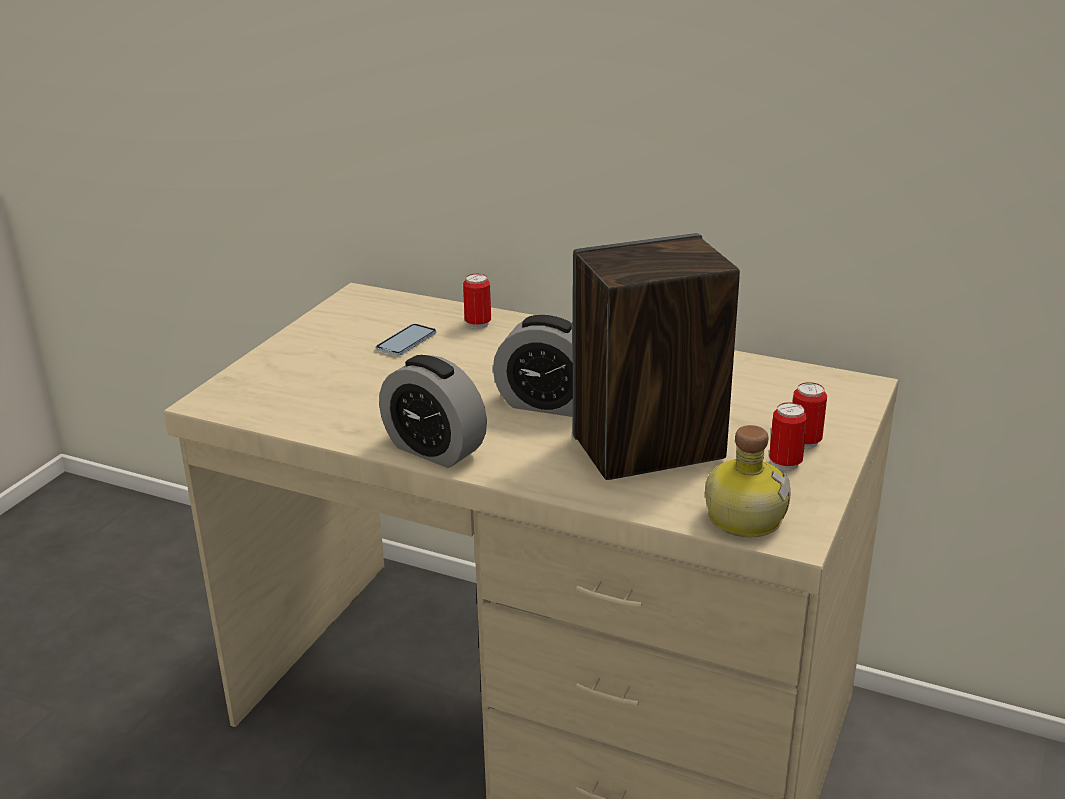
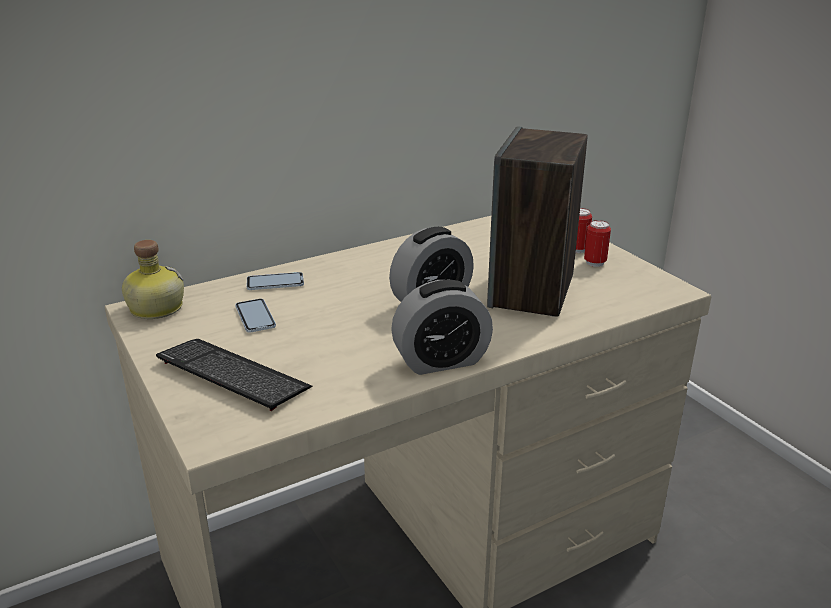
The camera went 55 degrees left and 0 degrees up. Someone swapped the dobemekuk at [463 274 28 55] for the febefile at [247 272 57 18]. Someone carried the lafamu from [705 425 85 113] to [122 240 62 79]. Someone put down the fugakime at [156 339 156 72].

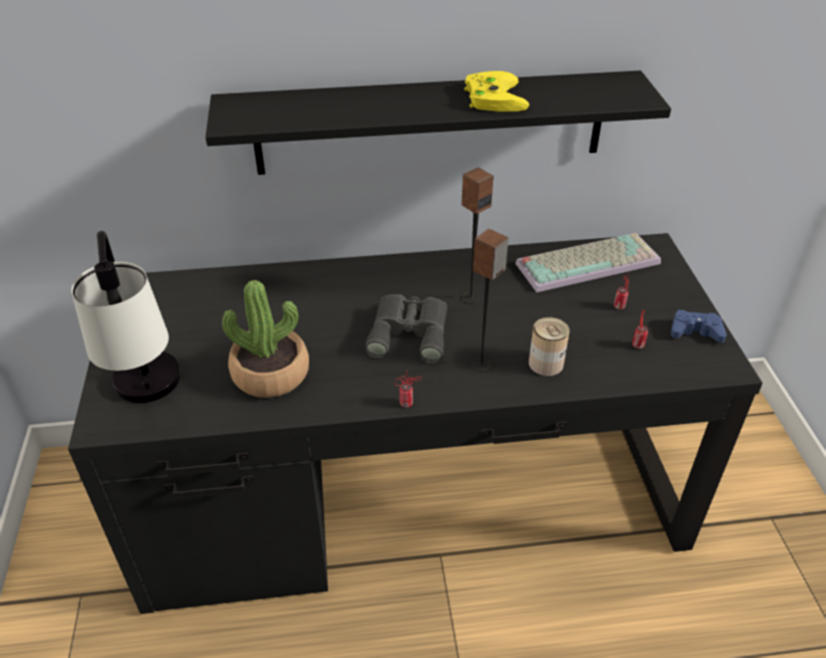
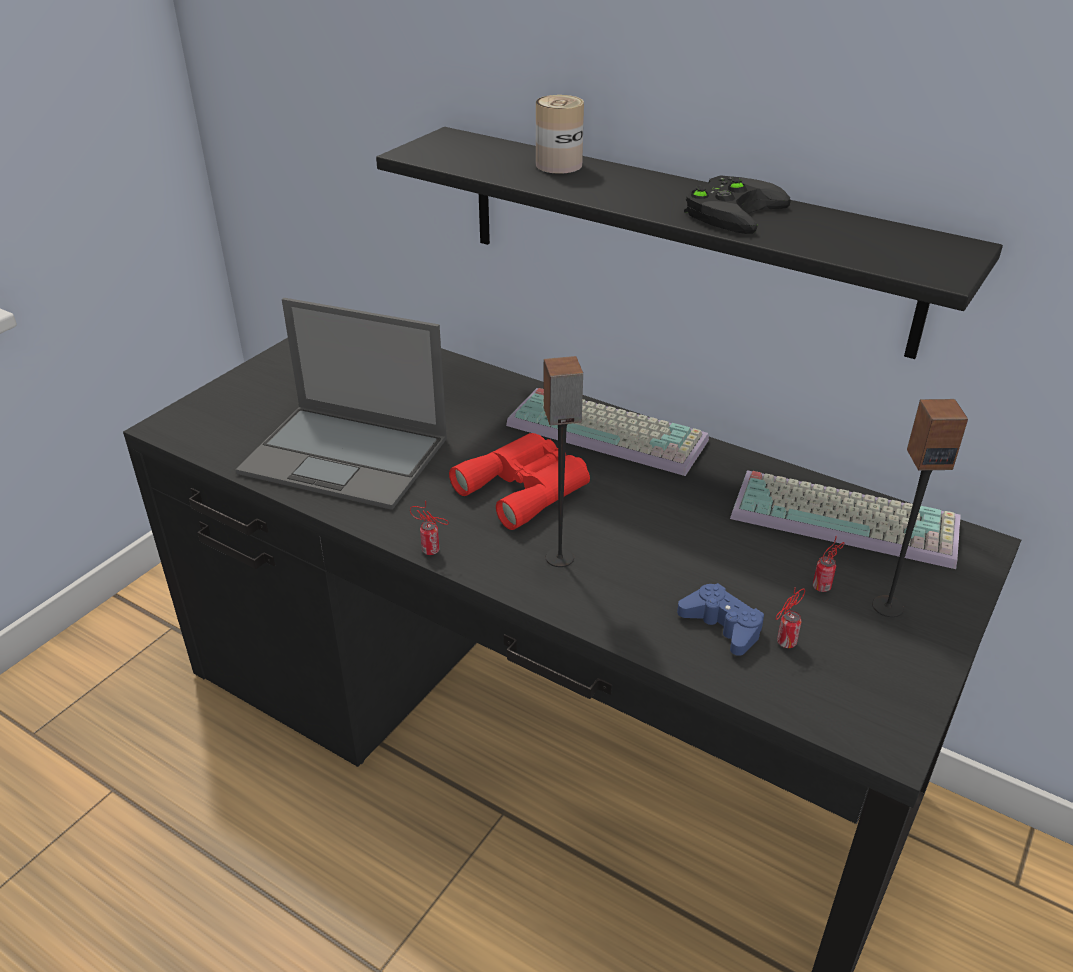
The camera went 40 degrees right and 5 degrees down. Someone repainted the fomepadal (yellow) at [464 71 65 41], which became the fomepadal (black) at [684 175 107 59]. Someone carried the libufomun from [461 167 33 137] to [872 399 96 218]. Someone took away the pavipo at [71 231 110 172]. Someone swapped the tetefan at [222 280 87 118] for the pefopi at [235 298 212 212]. Someone repainted the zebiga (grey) at [365 294 82 70], which became the zebiga (red) at [449 433 141 97]. Someone carried the fomepadal (blue) from [671 310 56 33] to [677 583 87 73]. Someone carried the dobemekuk from [529 317 41 59] to [536 95 48 79]. Someone put down the fugakime at [506 388 203 88].

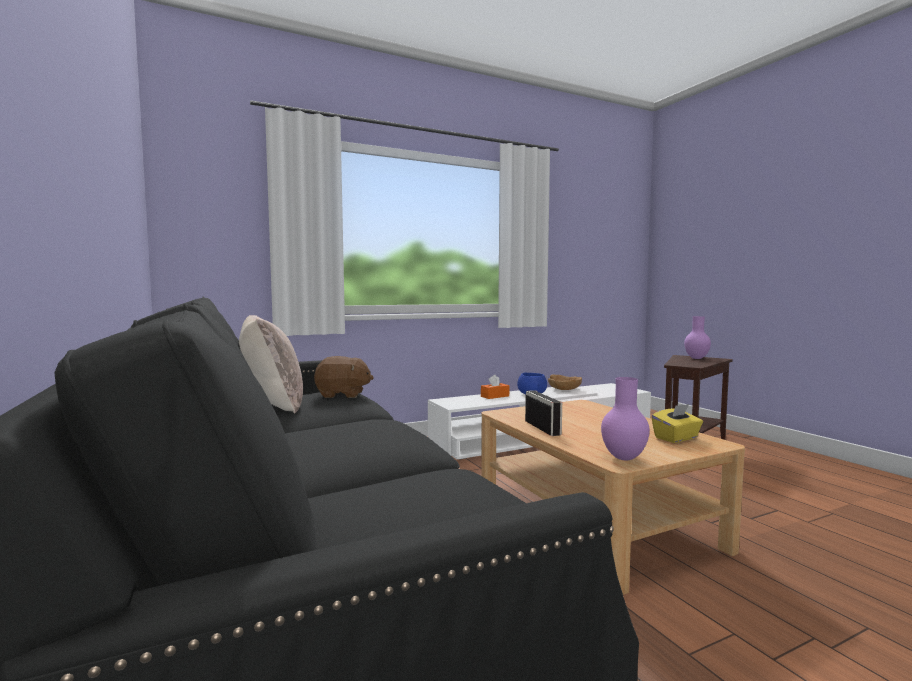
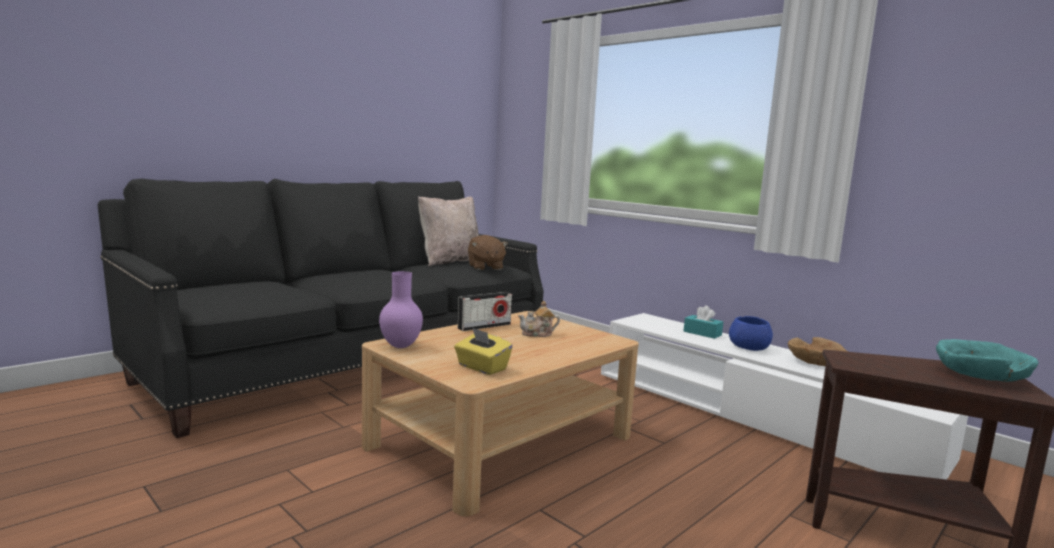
The camera went 70 degrees right and 5 degrees up. Someone swapped the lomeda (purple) at [684 316 27 43] for the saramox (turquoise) at [936 339 103 43]. Someone repainted the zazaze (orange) at [481 375 28 24], which became the zazaze (turquoise) at [684 306 39 33]. Someone put down the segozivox at [518 301 42 36].

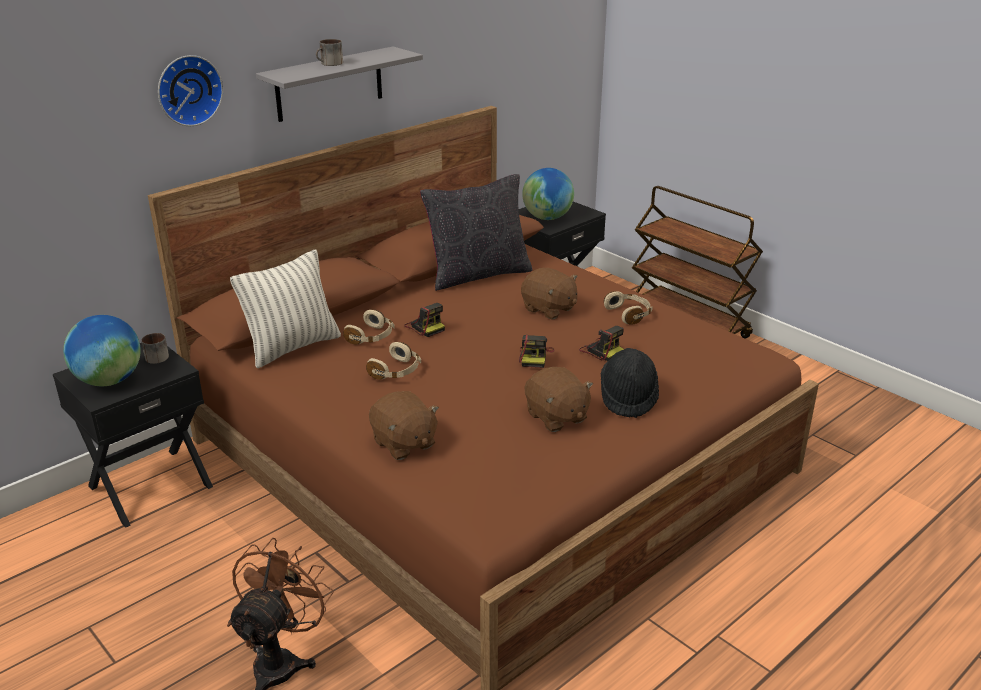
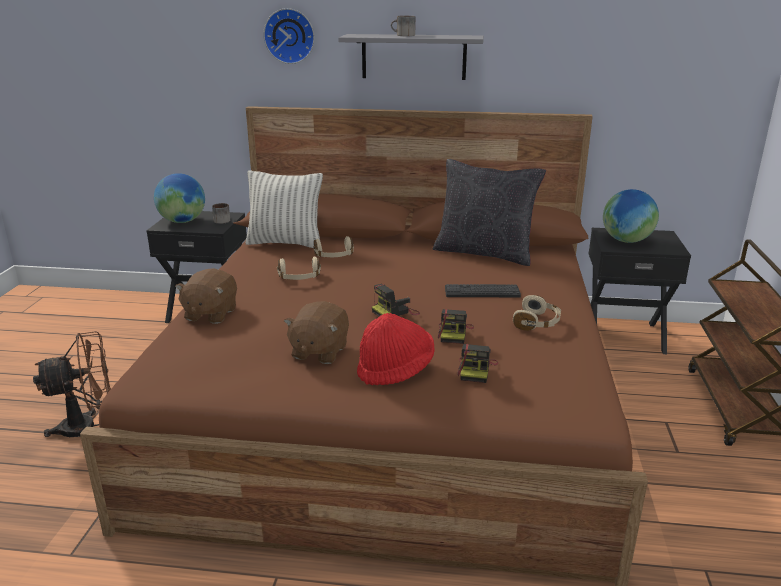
The camera went 50 degrees right and 5 degrees down. Someone swapped the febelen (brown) at [521 268 57 51] for the fugakime at [445 284 76 13]. Someone carried the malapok from [404 303 41 34] to [457 344 41 39]. Someone repainted the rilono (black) at [601 348 58 70], which became the rilono (red) at [357 313 77 72].

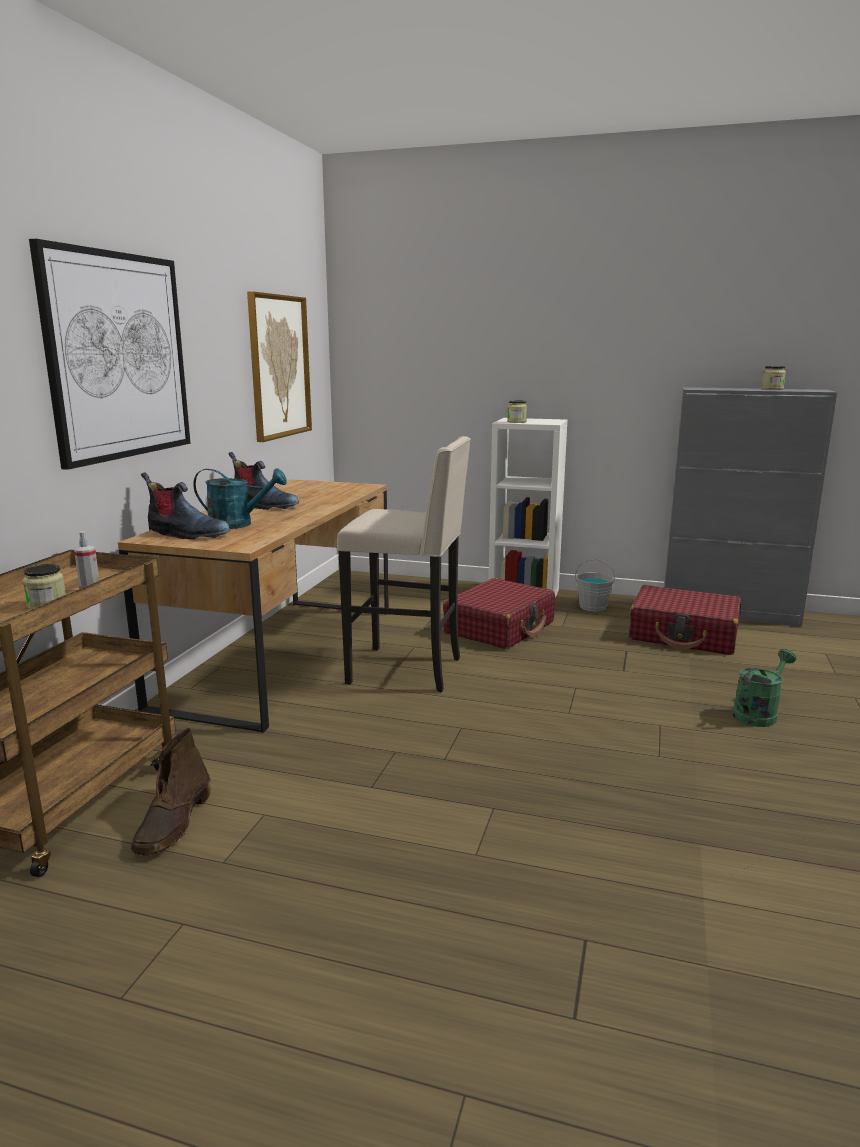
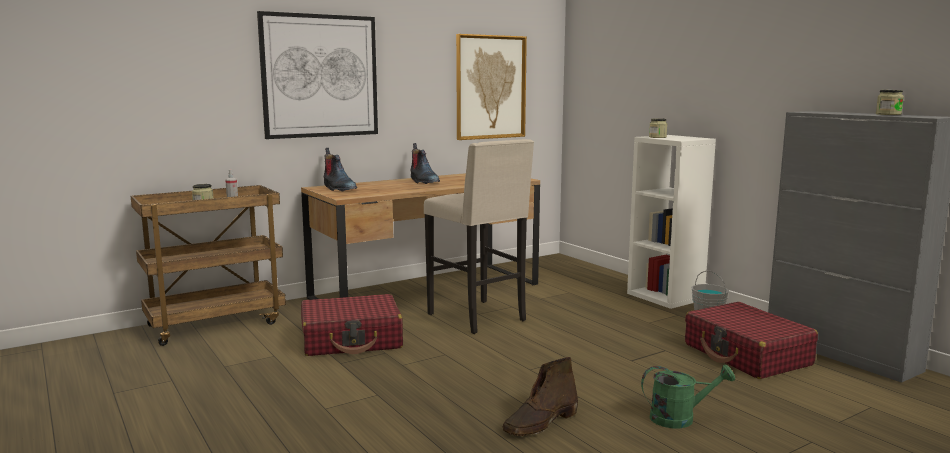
The camera went 40 degrees right and 5 degrees down. Someone took away the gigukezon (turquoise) at [193 468 94 61]. Someone carried the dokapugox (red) from [443 578 112 71] to [301 294 102 62]. Someone carried the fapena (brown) from [131 728 79 127] to [502 357 76 79].

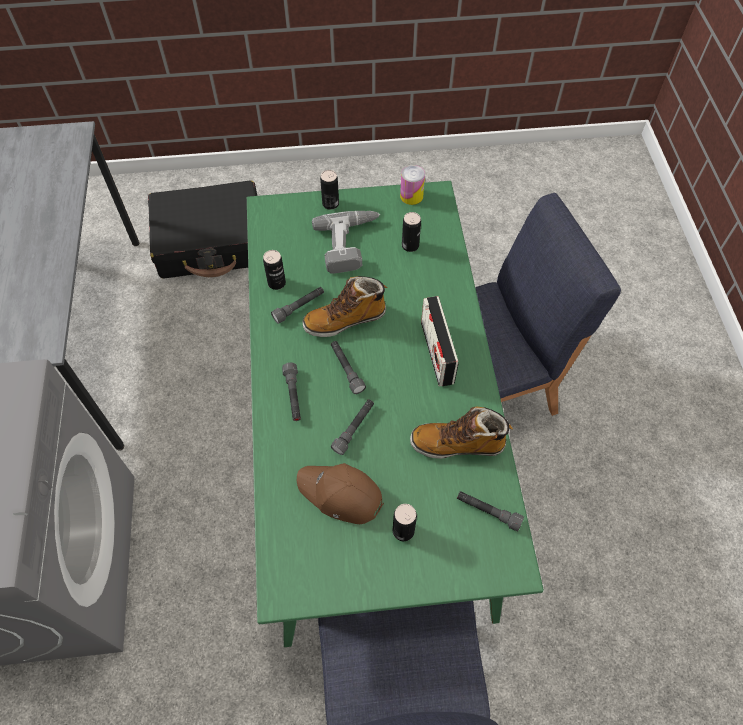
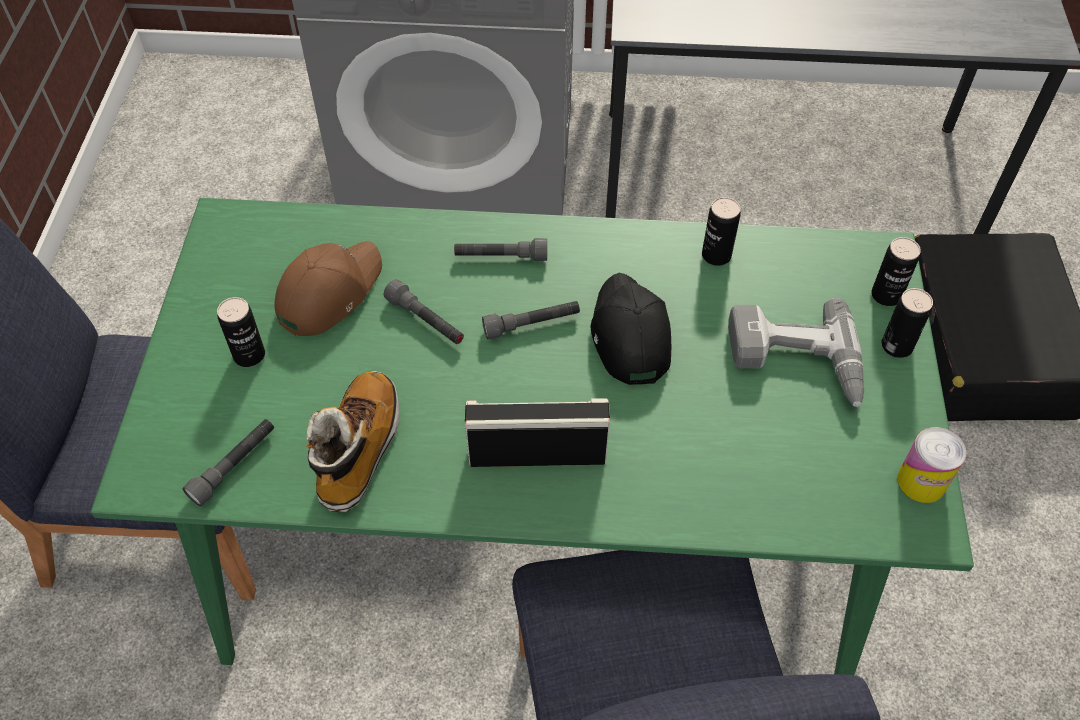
The camera went 100 degrees right and 5 degrees down. Someone carried the dobemekuk from [402 212 19 40] to [871 237 50 69]. Someone swapped the fapena at [303 276 84 61] for the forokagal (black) at [590 273 81 112]. Someone took away the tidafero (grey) at [271 287 53 37].

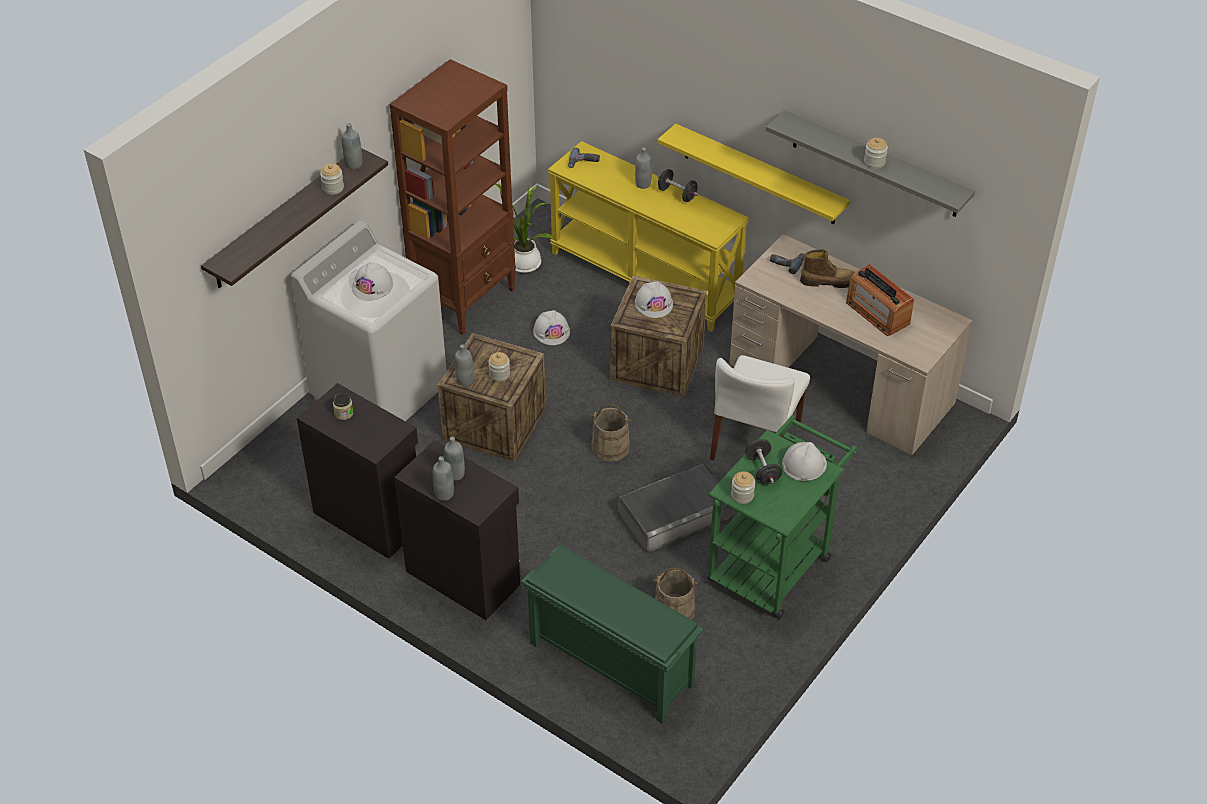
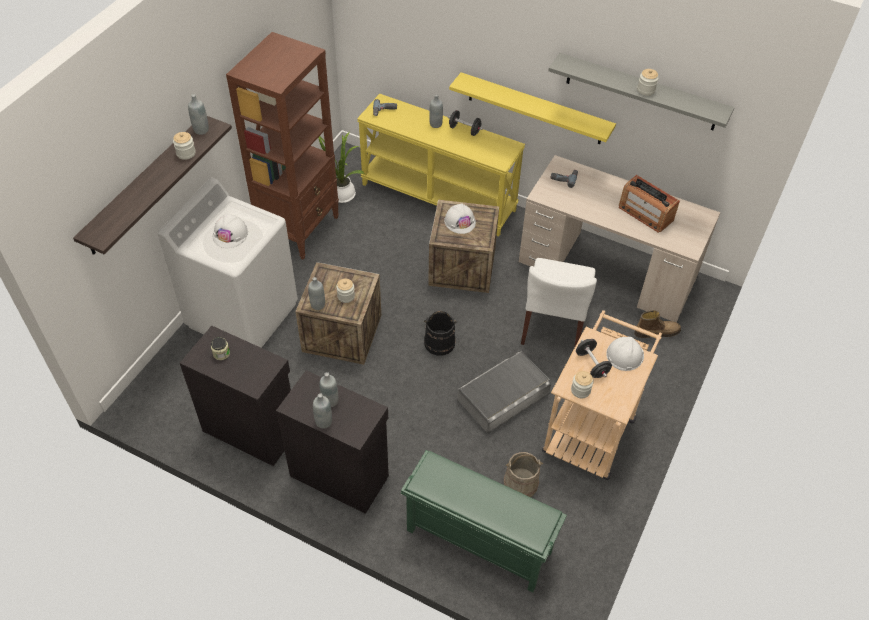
The camera went 10 degrees left and 5 degrees up. Someone carried the fapena from [800 249 55 39] to [634 310 47 28]. Someone took away the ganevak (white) at [533 310 37 35]. Someone repainted the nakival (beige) at [591 404 40 58], which became the nakival (black) at [424 311 33 45]. Someone repainted the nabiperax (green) at [708 415 149 204], which became the nabiperax (beige) at [542 310 120 170].

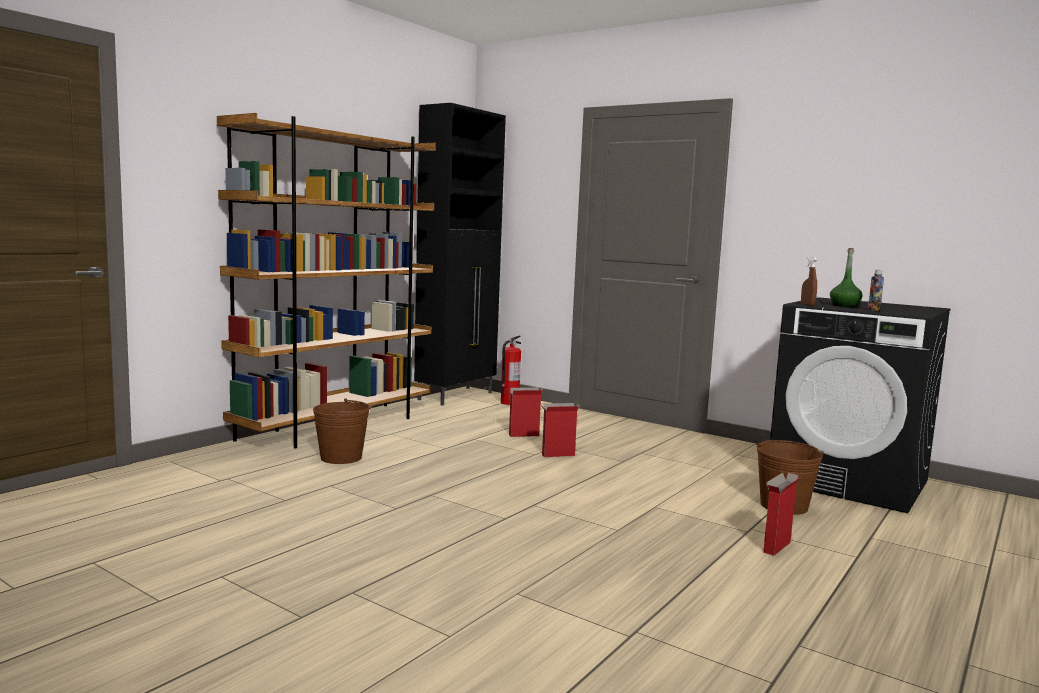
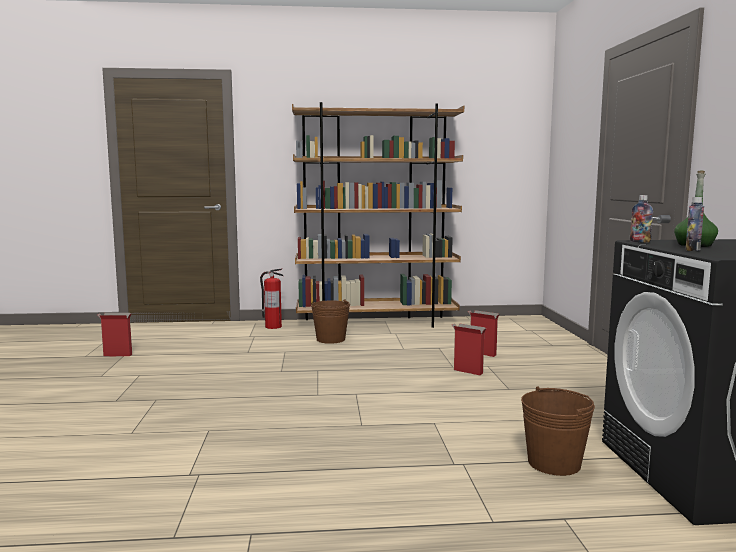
The camera went 50 degrees right and 0 degrees up. Someone took away the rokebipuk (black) at [414 103 92 303]. Someone swapped the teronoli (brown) at [801 257 16 49] for the lafamu at [630 195 23 48]. Someone carried the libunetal from [501 335 20 70] to [260 269 23 60]. Someone carried the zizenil from [763 473 38 83] to [97 313 35 43].

